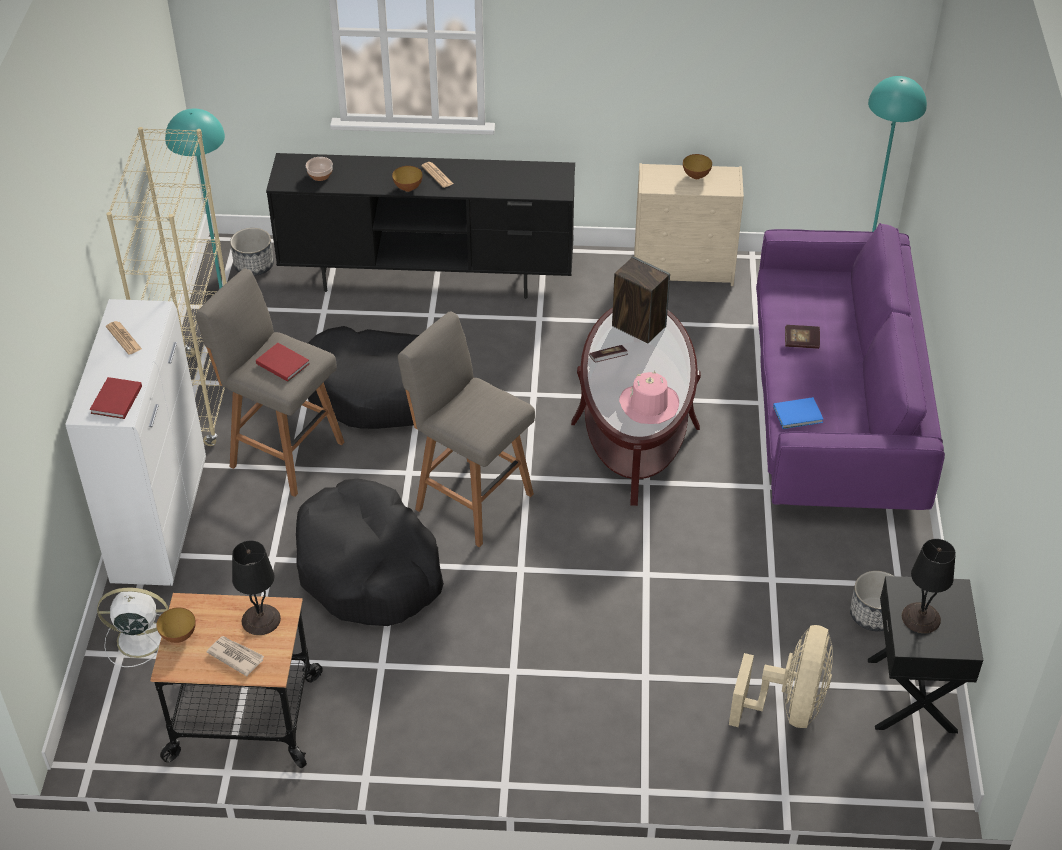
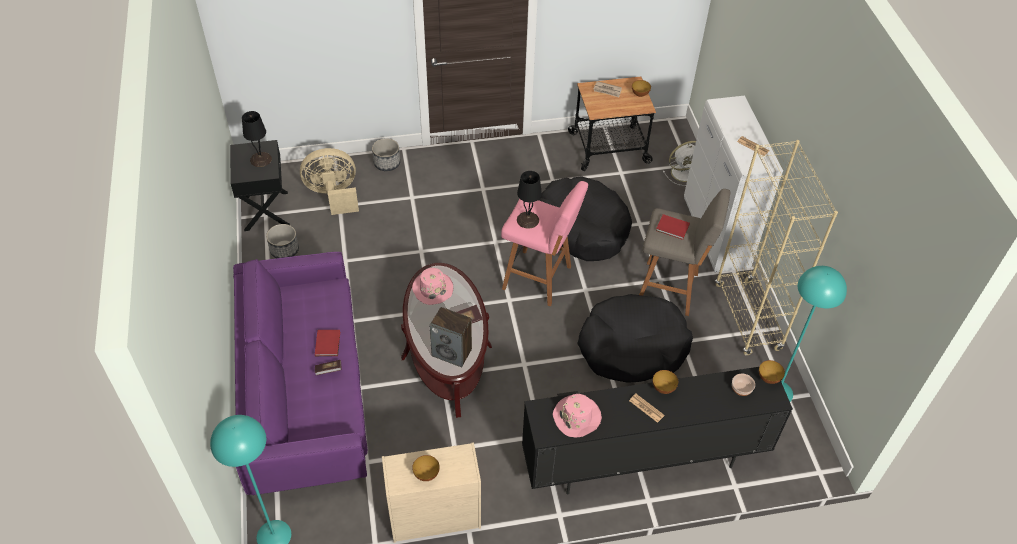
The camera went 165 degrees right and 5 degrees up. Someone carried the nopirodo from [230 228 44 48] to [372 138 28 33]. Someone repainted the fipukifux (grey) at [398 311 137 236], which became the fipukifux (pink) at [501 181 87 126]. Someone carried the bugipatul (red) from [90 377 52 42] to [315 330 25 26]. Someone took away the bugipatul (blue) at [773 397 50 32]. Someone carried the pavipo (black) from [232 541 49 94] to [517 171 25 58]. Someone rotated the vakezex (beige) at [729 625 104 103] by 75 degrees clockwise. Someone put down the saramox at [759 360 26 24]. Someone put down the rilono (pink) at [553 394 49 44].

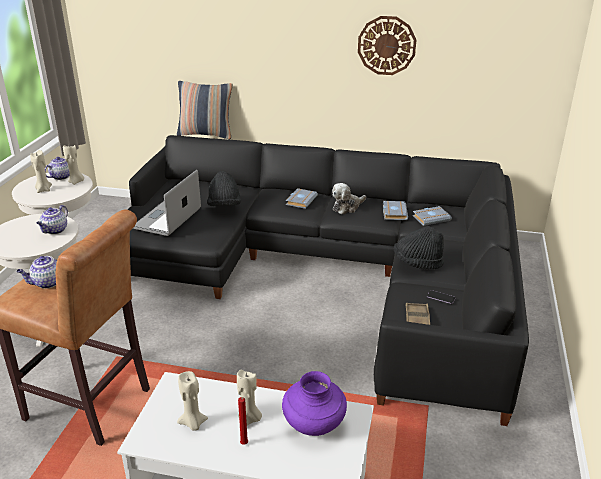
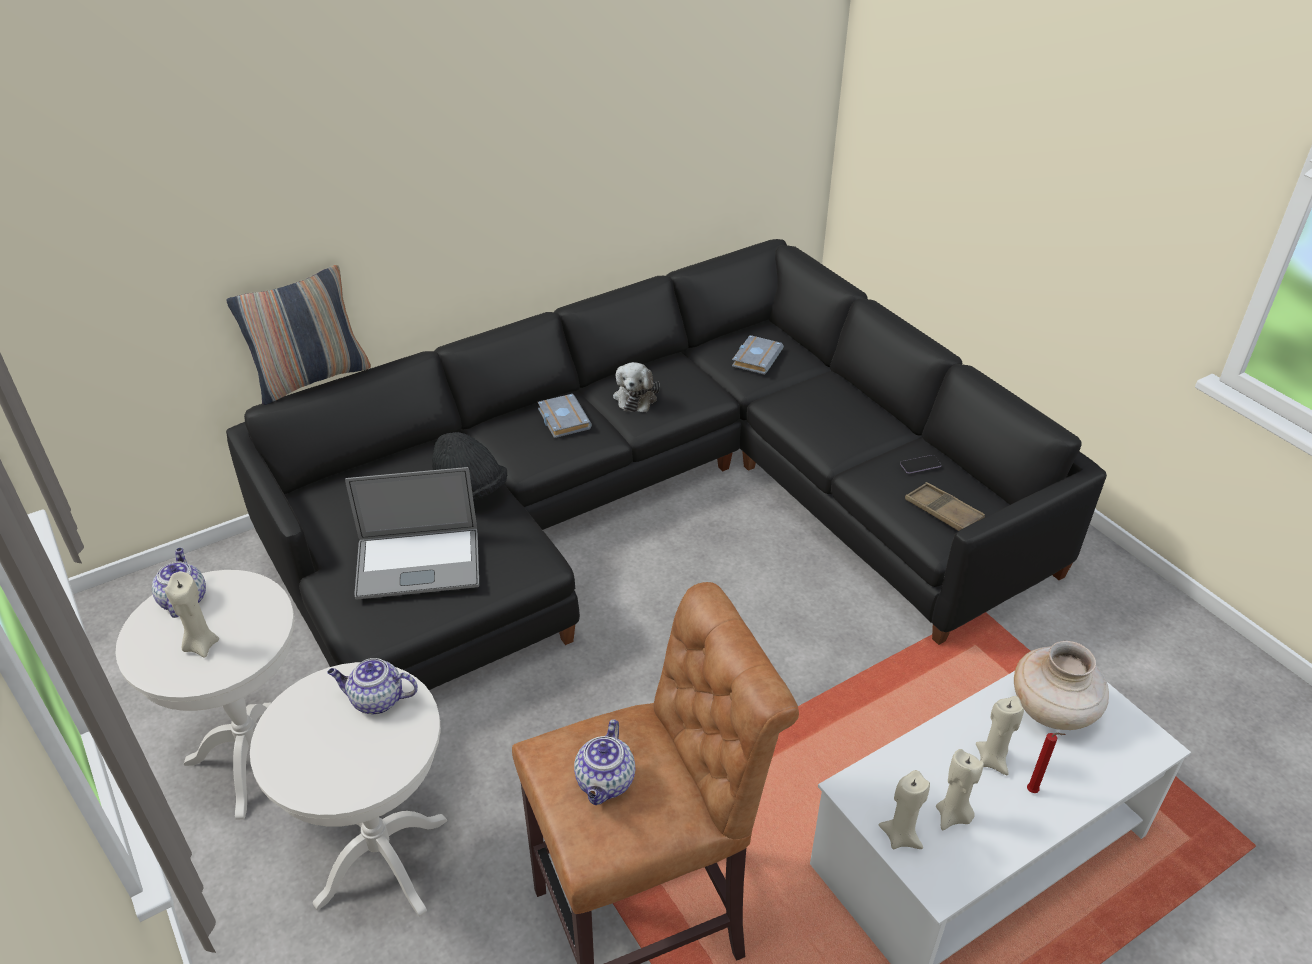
The camera went 45 degrees left and 10 degrees up. Someone took away the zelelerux at [358 16 58 59]. Someone carried the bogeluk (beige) from [63 145 21 40] to [878 770 52 79]. Someone rotated the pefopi at [133 170 68 66] by 75 degrees counterclockwise. Someone took away the bugipatul (grey) at [383 201 25 19]. Someone rotated the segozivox at [36 205 32 29] by 120 degrees clockwise. Someone took away the rilono (black) at [394 226 50 43]. Someone repainted the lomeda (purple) at [282 371 65 65], which became the lomeda (beige) at [1014 641 95 89].

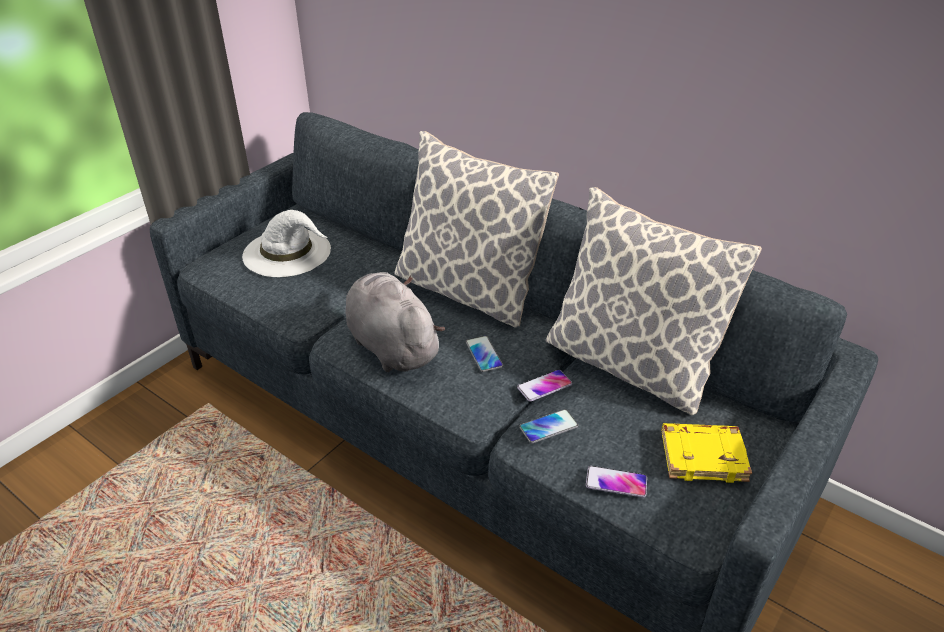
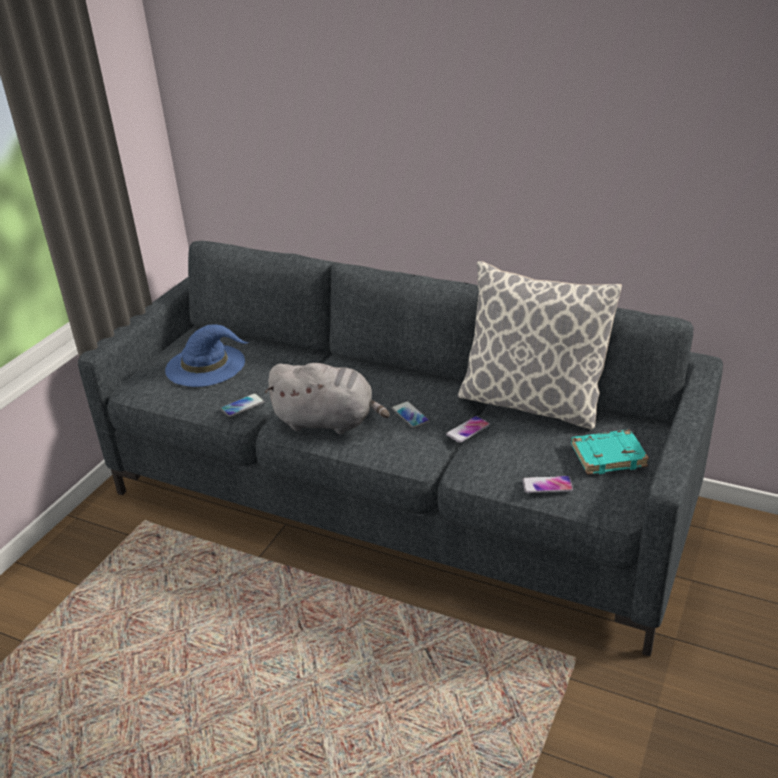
The camera went 10 degrees left and 5 degrees down. Someone took away the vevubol at [394 131 165 196]. Someone repainted the rilono (white) at [242 210 89 67], which became the rilono (blue) at [165 324 85 63]. Someone rotated the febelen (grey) at [345 272 100 100] by 150 degrees clockwise. Someone carried the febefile from [519 409 60 34] to [221 393 44 24]. Someone repainted the bugipatul (yellow) at [662 423 90 60], which became the bugipatul (turquoise) at [571 429 78 46].

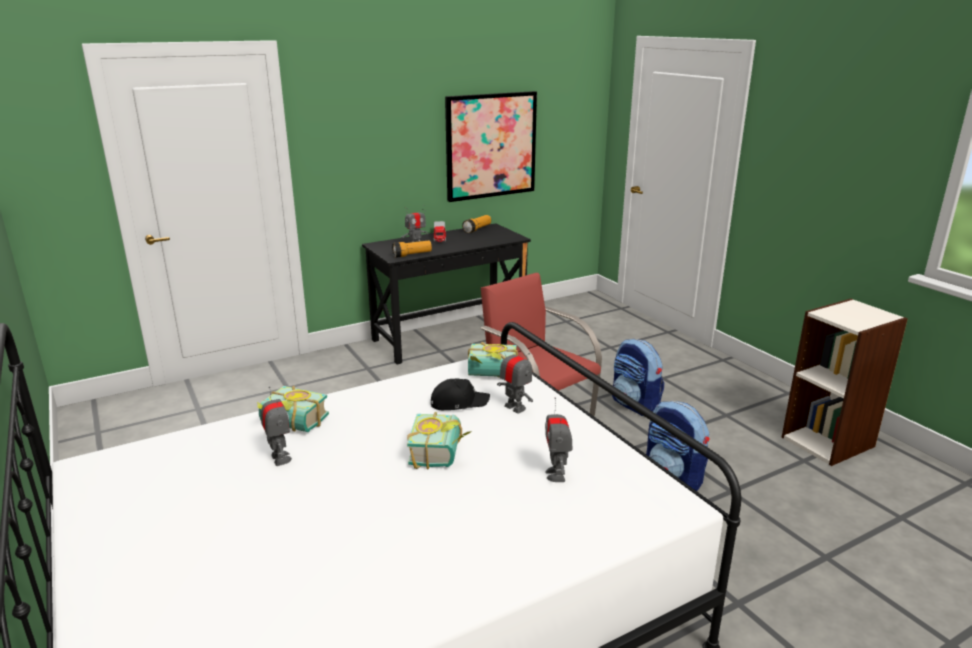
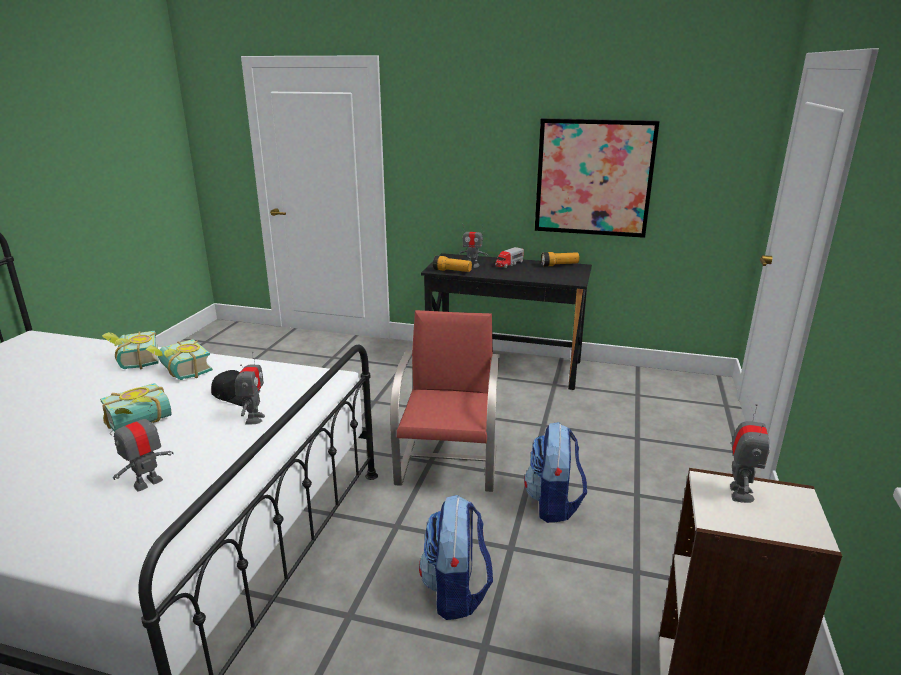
The camera went 45 degrees right and 0 degrees up. Someone carried the bugipatul from [468 342 50 36] to [146 339 67 41]. Someone carried the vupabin from [261 386 31 80] to [730 404 40 99].

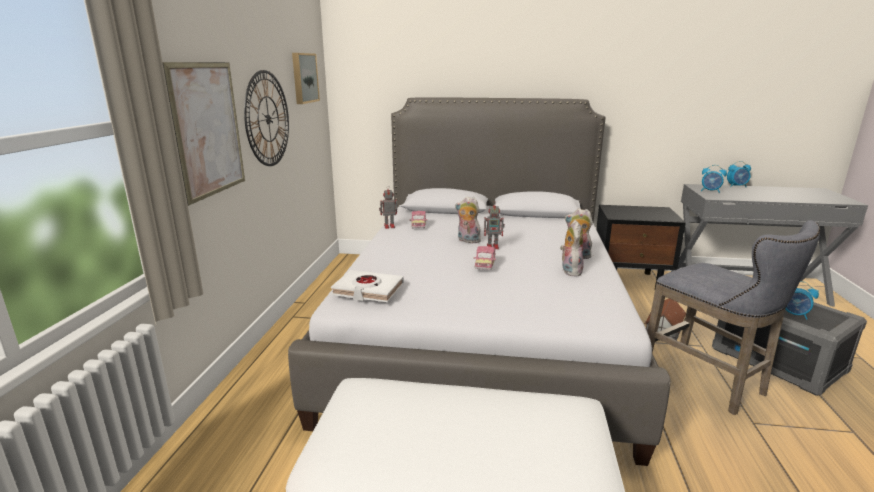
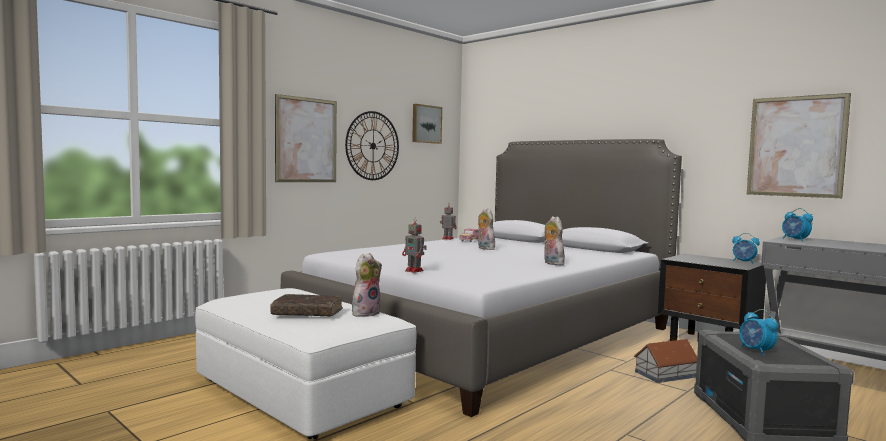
The camera went 35 degrees right and 15 degrees down. Someone carried the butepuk from [727 161 24 26] to [732 233 28 30]. Someone carried the vupabin from [484 202 21 47] to [402 218 25 55]. Someone carried the febelen from [560 220 24 57] to [352 253 30 64]. Someone took away the fipukifux (grey) at [647 220 173 195]. Someone took away the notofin at [473 246 23 24]. Someone took away the bugipatul (white) at [331 270 73 32]. Someone put up the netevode at [747 93 104 105]. Someone put down the bugipatul (brown) at [270 294 73 23].

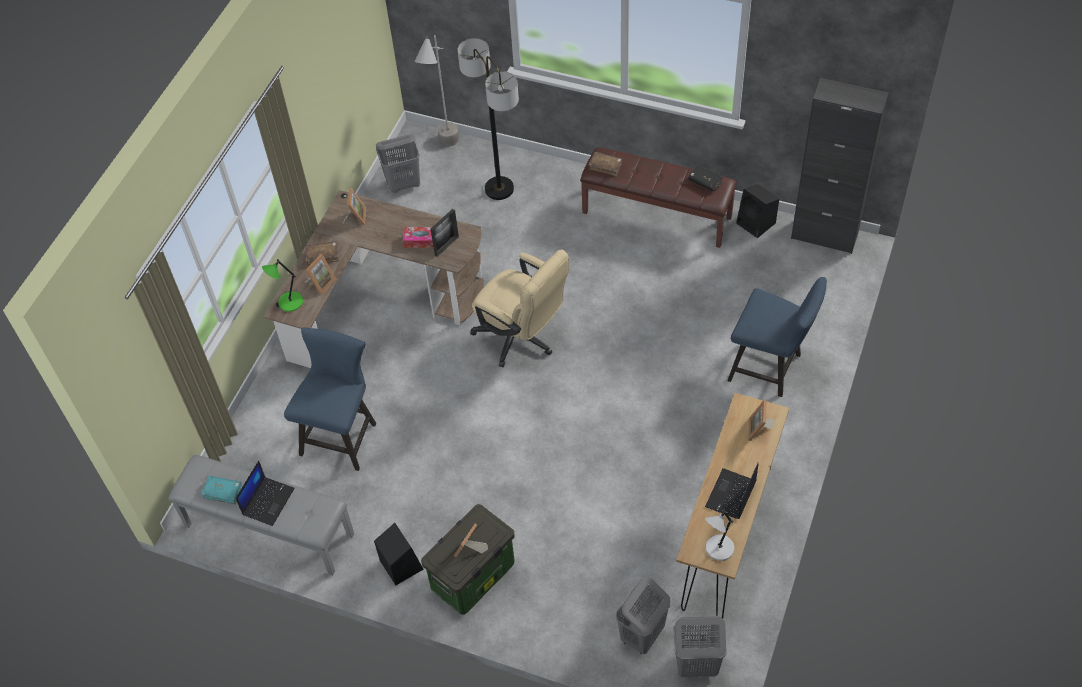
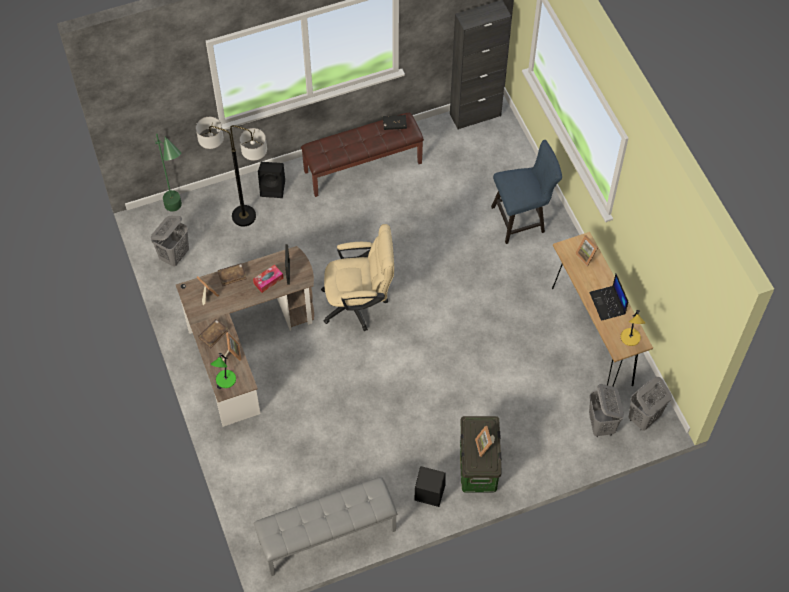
The camera went 45 degrees left and 5 degrees up. Someone repainted the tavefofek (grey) at [415 35 44 112], which became the tavefofek (green) at [154 134 28 77]. Someone carried the bugipatul (brown) from [589 152 33 25] to [218 263 29 23]. Someone carried the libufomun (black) from [736 184 43 54] to [258 162 27 36]. Someone took away the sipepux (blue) at [284 328 92 143]. Someone took away the pefopi at [236 461 59 65]. Someone took away the bugipatul (turquoise) at [201 476 41 28]. Someone repainted the pavipo (grey) at [706 509 28 52], which became the pavipo (yellow) at [621 310 24 36].

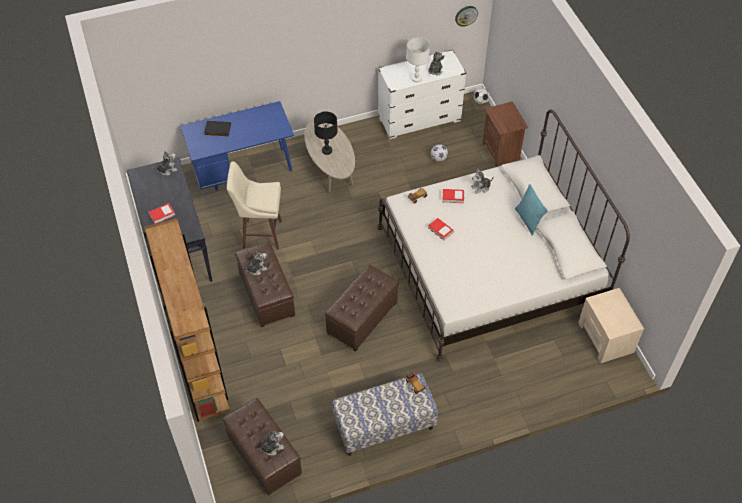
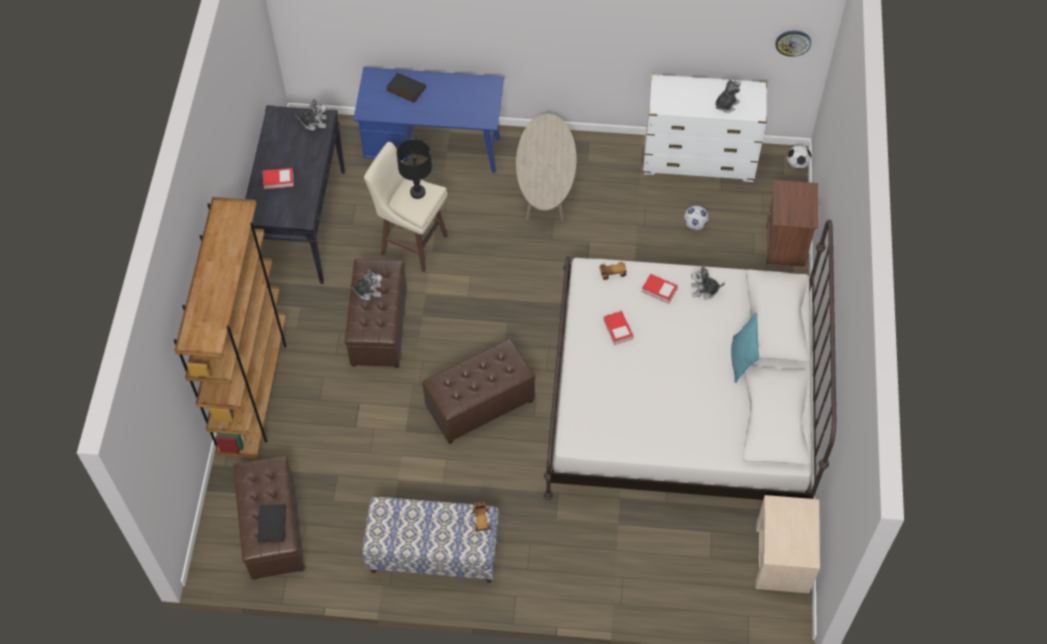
The camera went 25 degrees right and 5 degrees up. Someone took away the pavipo (white) at [406 37 24 46]. Someone carried the pavipo (black) from [314 111 24 44] to [396 139 36 60]. Someone swapped the febelen at [257 431 27 25] for the bugipatul (black) at [257 504 29 39].

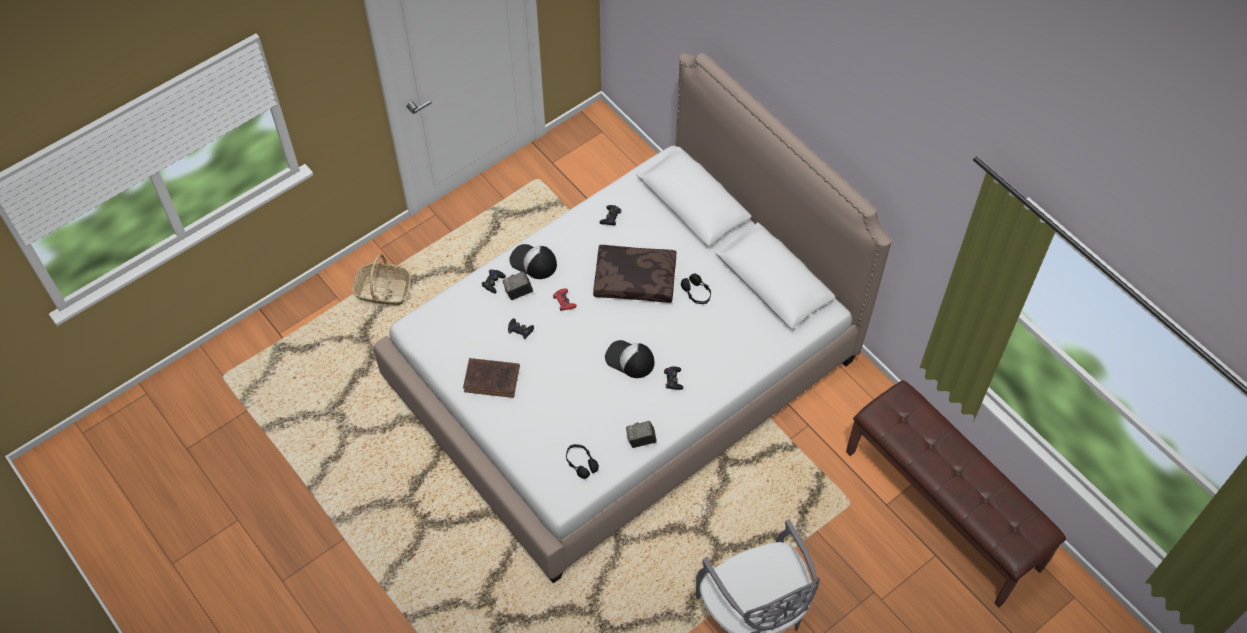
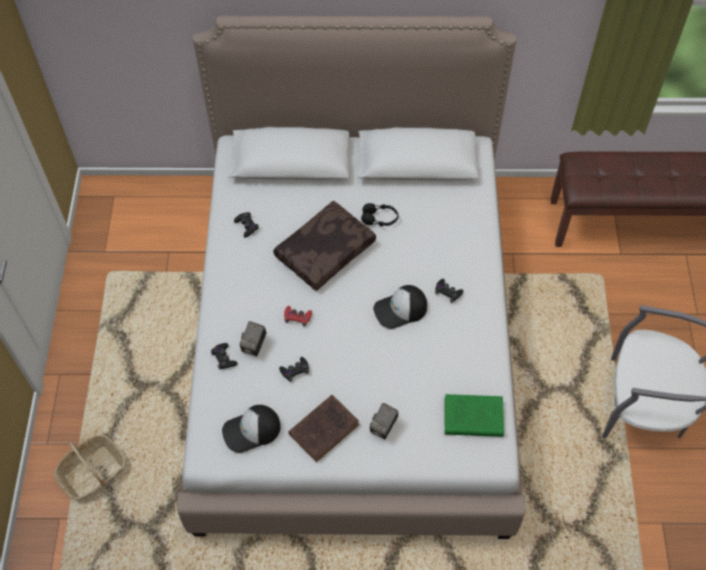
The camera went 50 degrees left and 0 degrees up. Someone carried the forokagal from [509 244 48 35] to [222 405 59 48]. Someone carried the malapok from [626 421 31 27] to [370 403 28 36]. Someone swapped the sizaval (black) at [566 444 33 35] for the bugipatul (green) at [445 394 59 43].

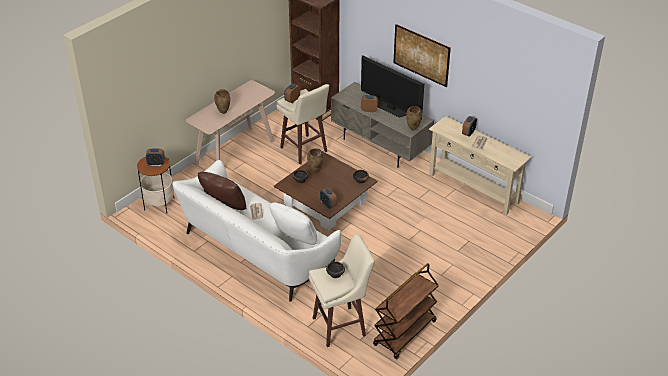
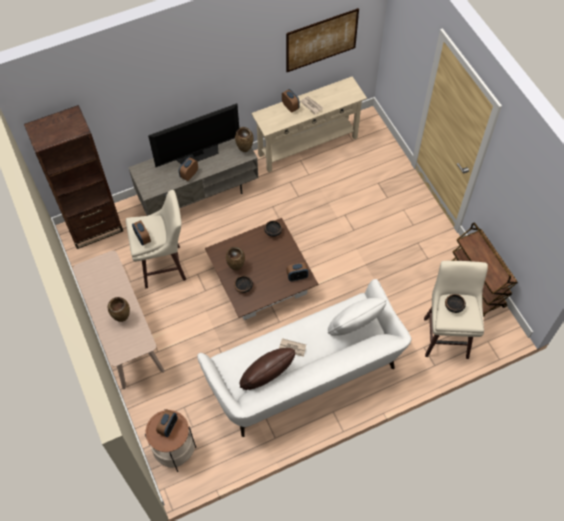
The camera went 65 degrees left and 20 degrees up. Someone carried the netevode from [393 24 58 63] to [286 8 73 64].

